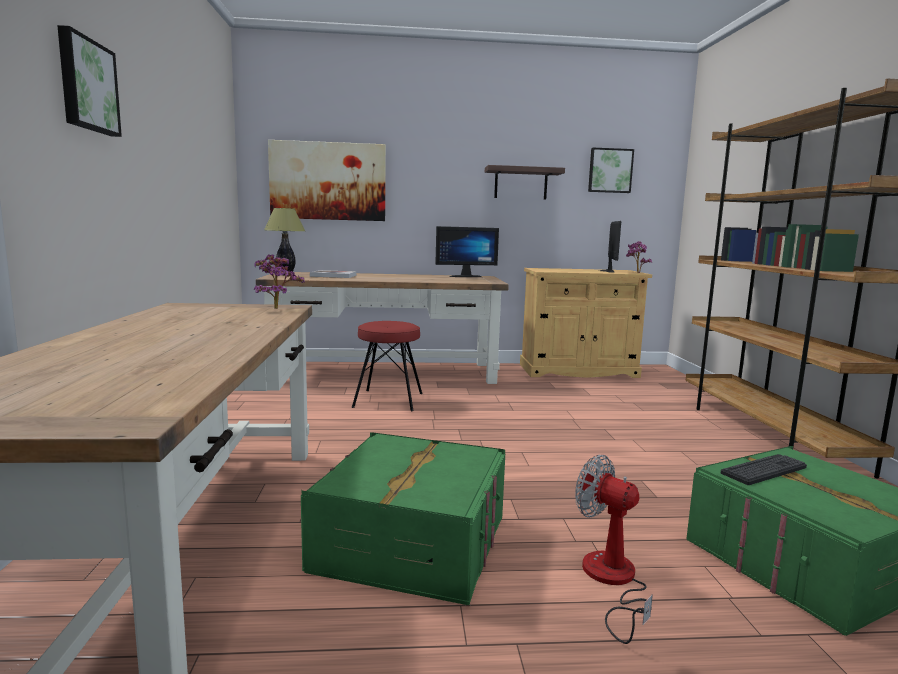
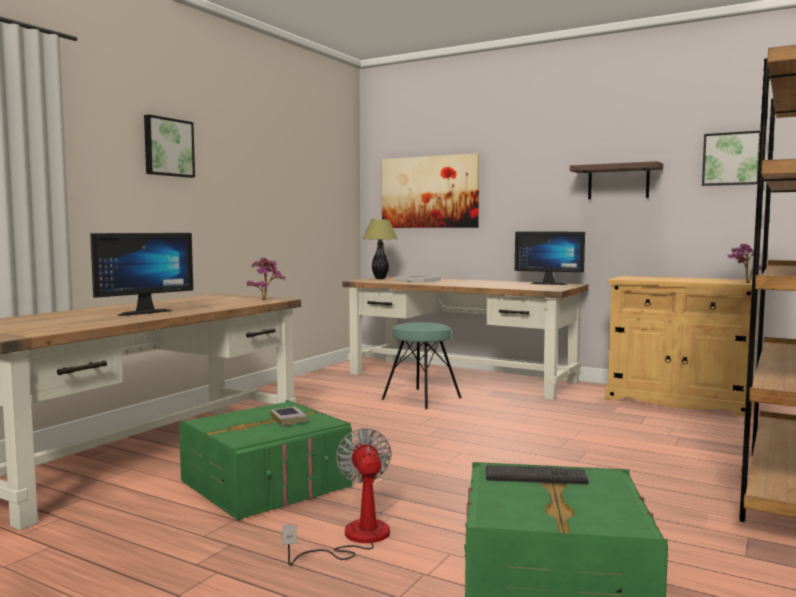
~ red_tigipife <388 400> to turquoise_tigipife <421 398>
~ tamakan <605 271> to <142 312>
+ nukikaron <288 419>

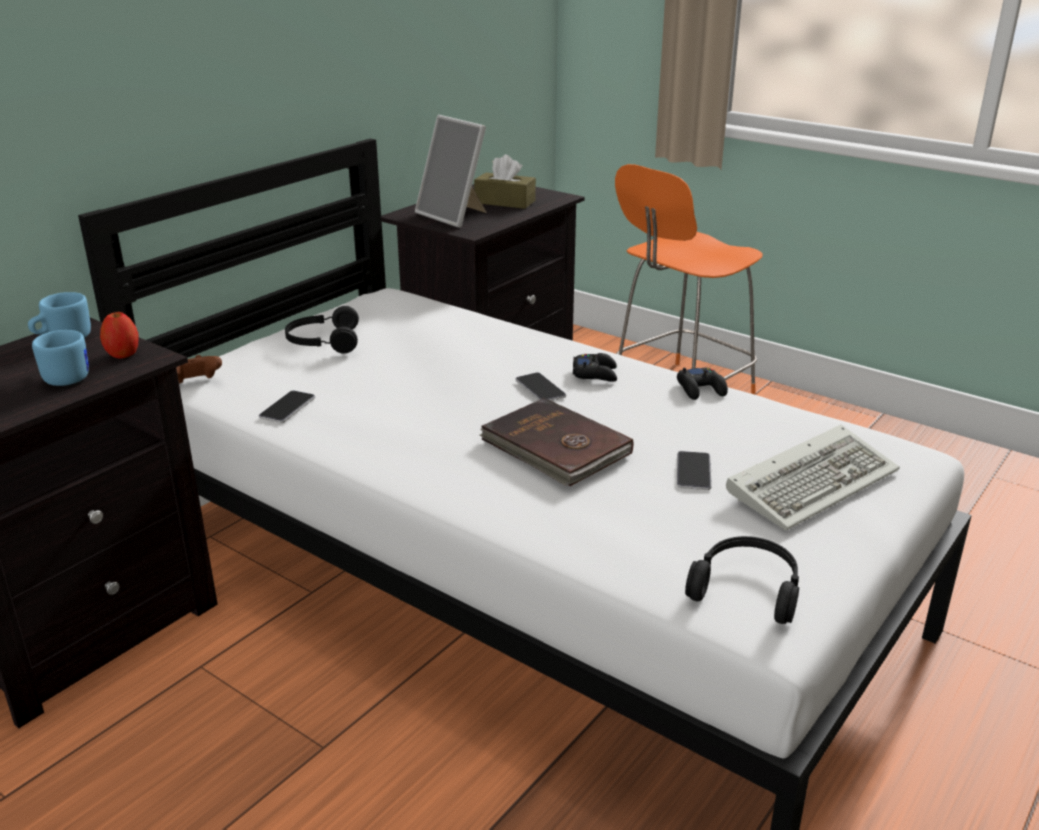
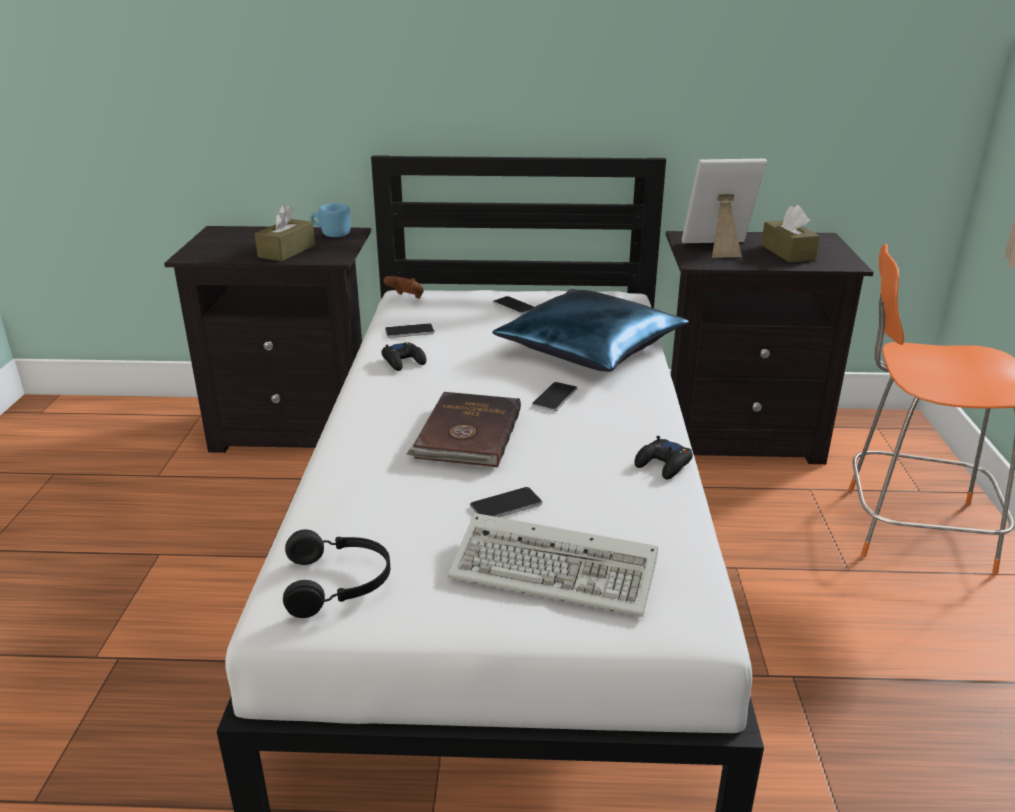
~ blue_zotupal <65 376> to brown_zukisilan <287 251>
- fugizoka <123 354>
~ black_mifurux <323 342> to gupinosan <514 306>
~ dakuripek <455 216> = <717 248> 75 degrees clockwise
~ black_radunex <595 373> to <404 361>
+ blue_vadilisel <588 347>

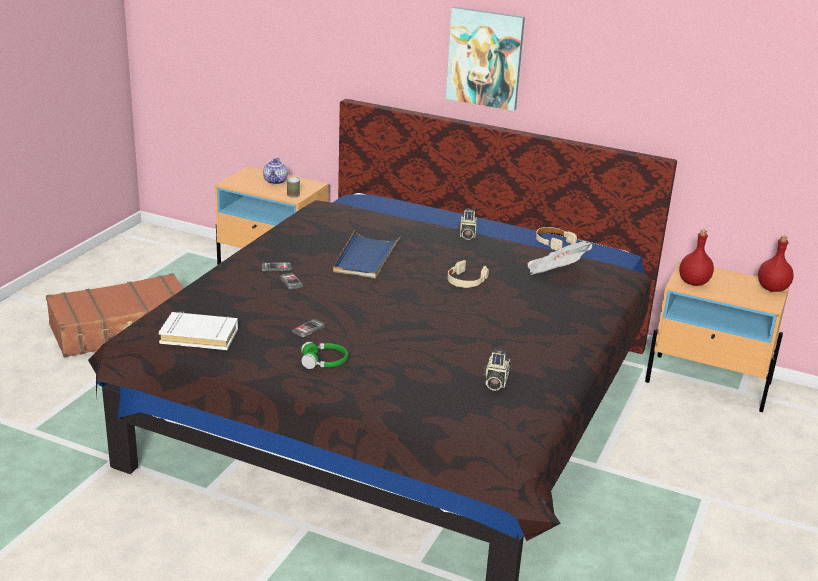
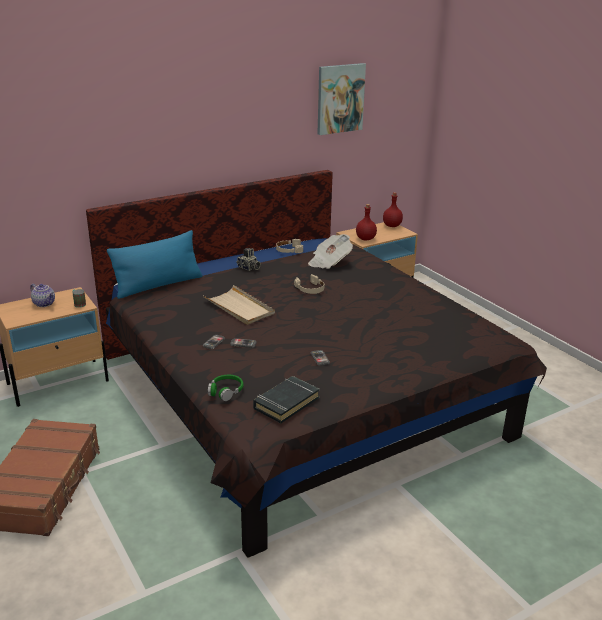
~ white_nukikaron <199 336> to black_nukikaron <286 403>
~ green_mifurux <324 362> to <226 391>
~ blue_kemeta <366 258> to beige_kemeta <239 308>
~ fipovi <485 58> to <340 98>
- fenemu <495 382>
+ blue_vadilisel <158 285>

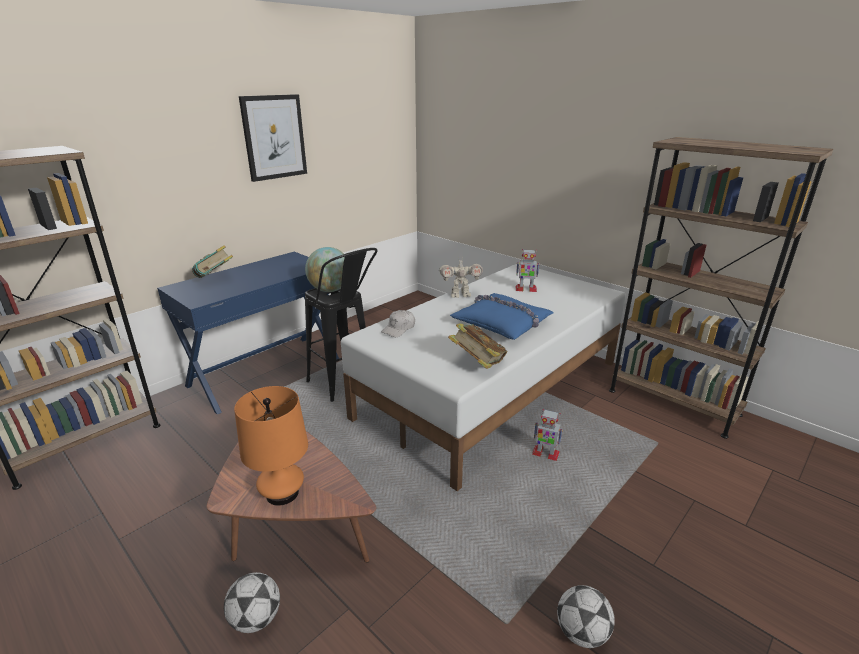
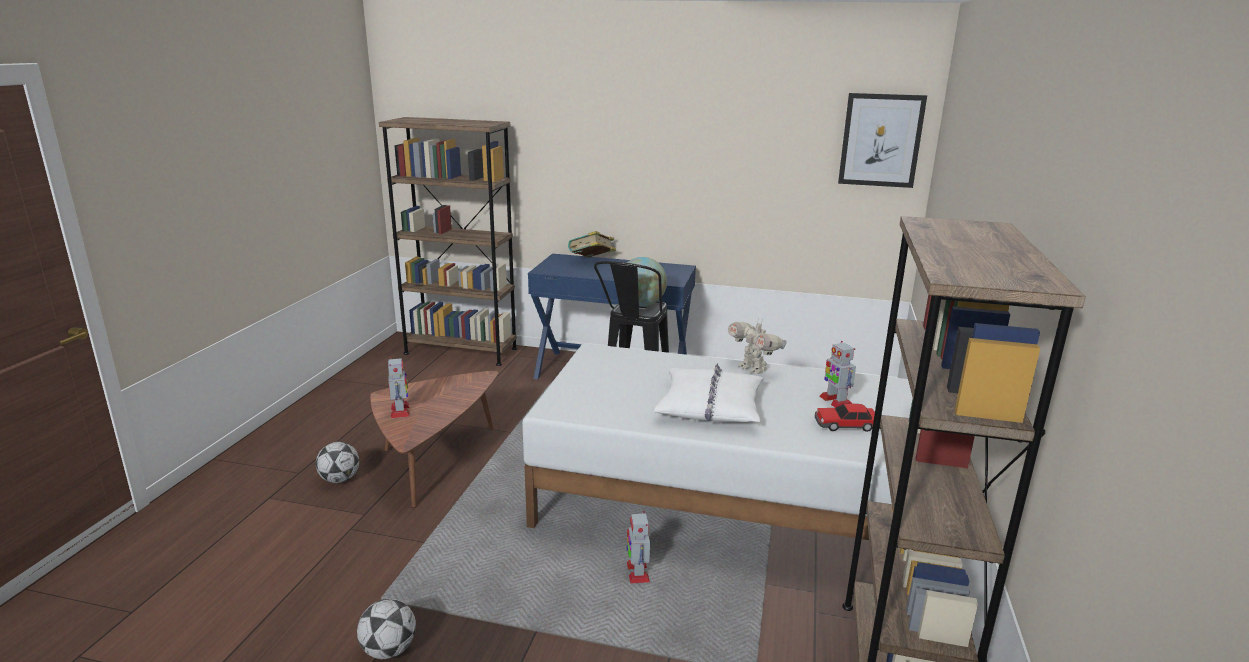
~ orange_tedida <282 493> to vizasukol <400 411>
~ fipovi <274 137> to <881 140>
- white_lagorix <399 329>
- nukikaron <477 363>
~ blue_vadilisel <502 323> to white_vadilisel <710 406>
+ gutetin <845 425>

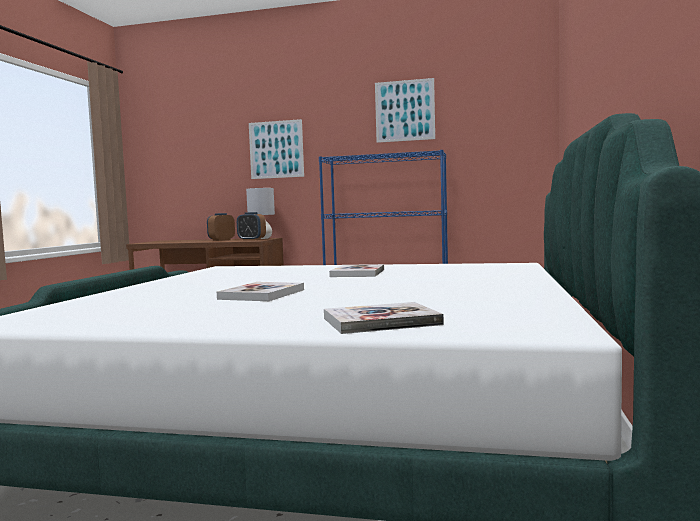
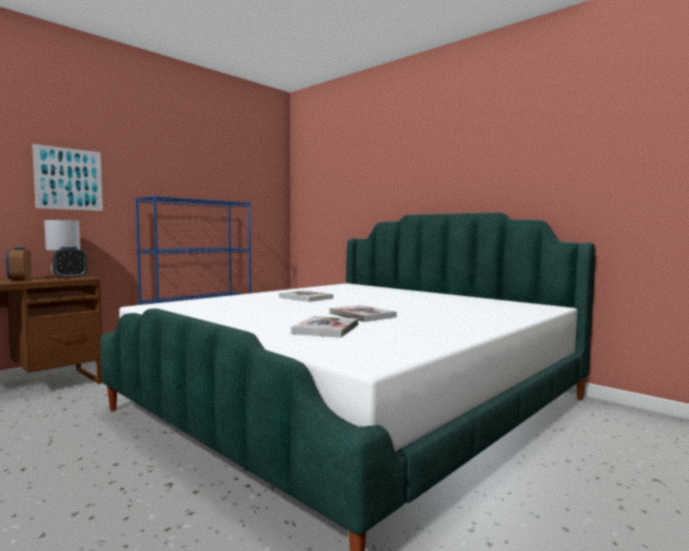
~ nukikaron <381 321> to <326 329>
- fipovi <404 110>

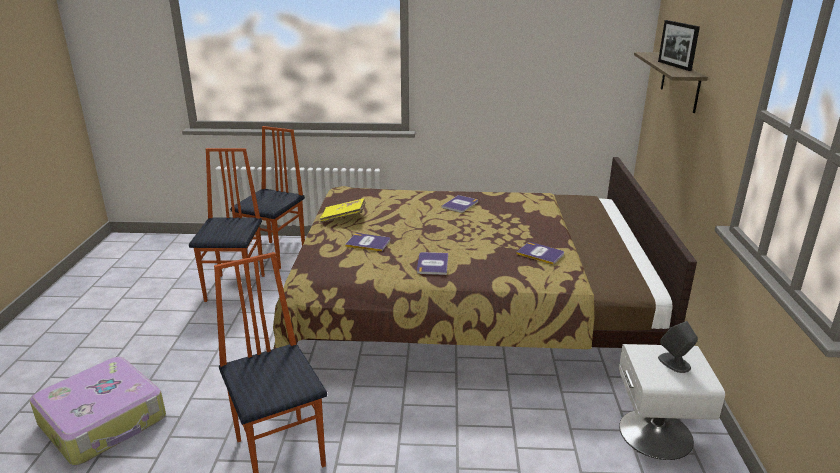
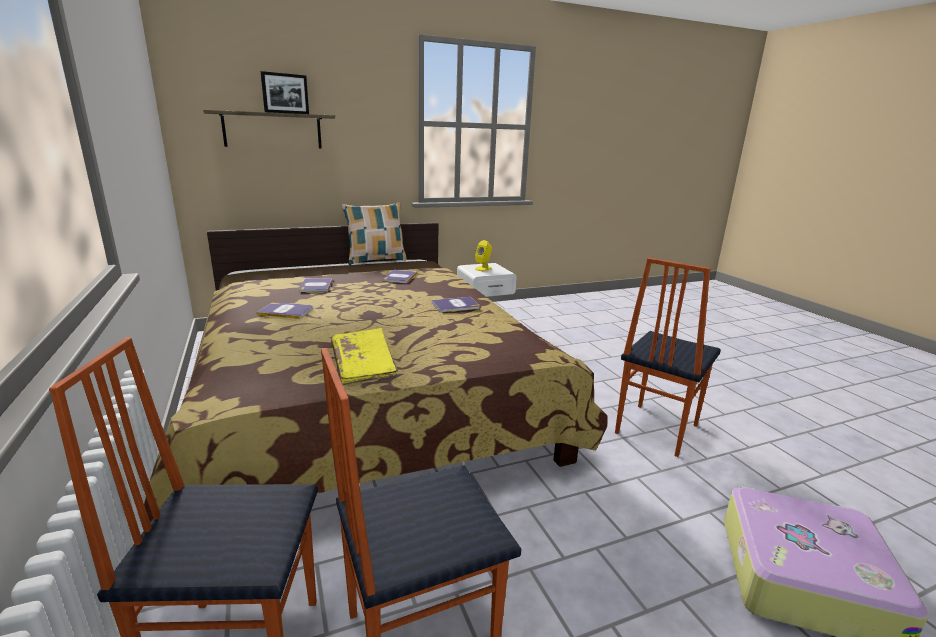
~ nukikaron <368 243> to <316 286>
~ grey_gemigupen <674 363> to yellow_gemigupen <483 268>
+ vadilisel <376 260>

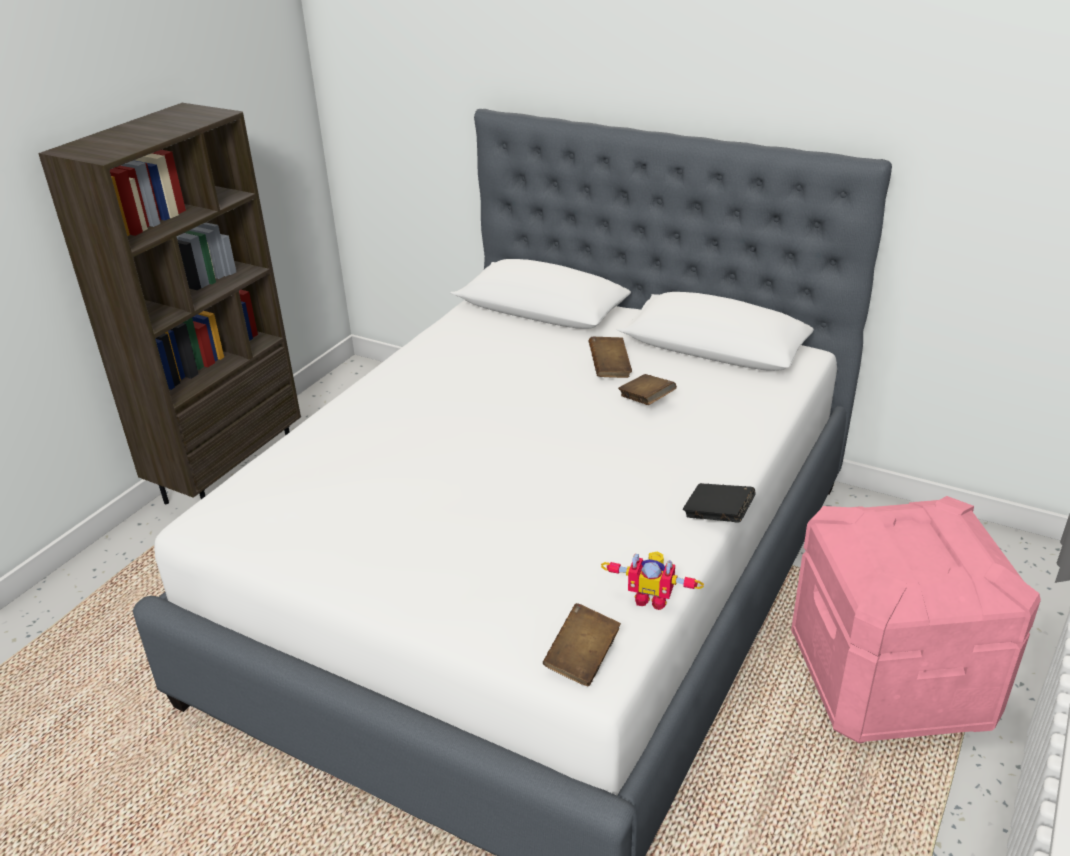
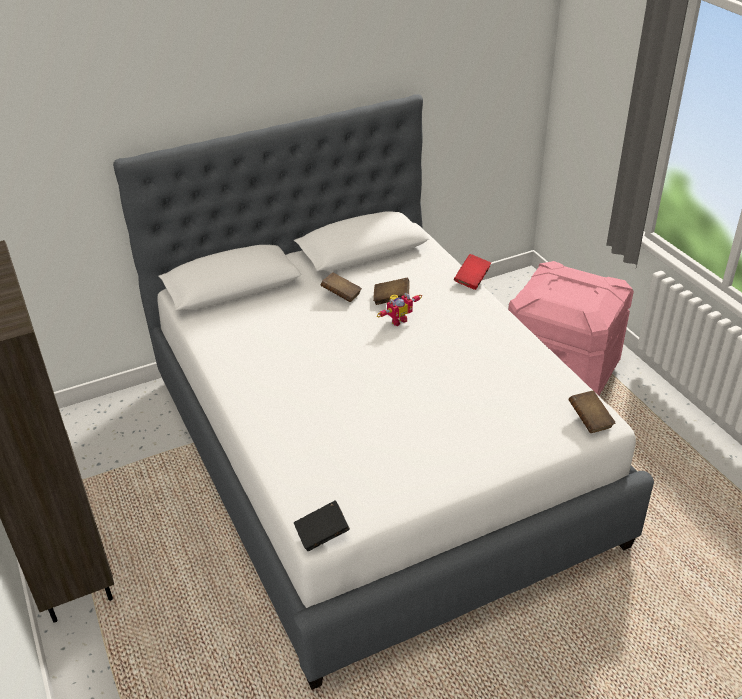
~ vizasukol <651 598> to <397 320>
~ black_nukikaron <718 515> to <322 534>
+ red_nukikaron <472 279>

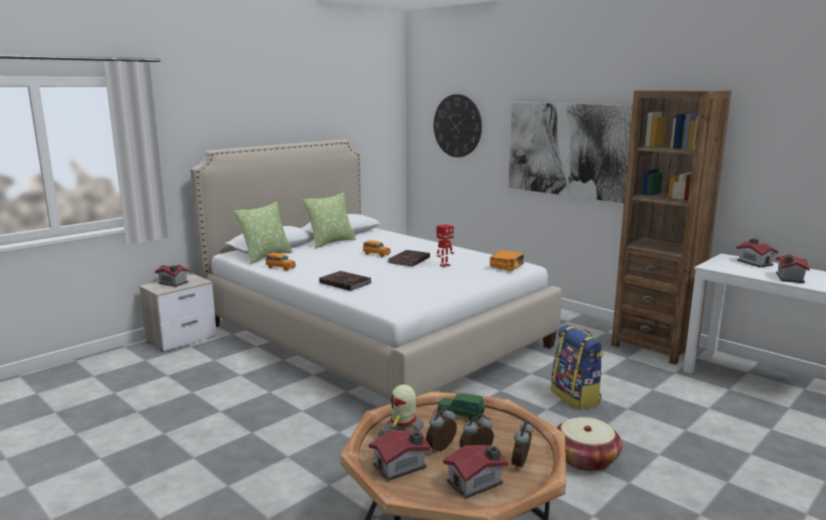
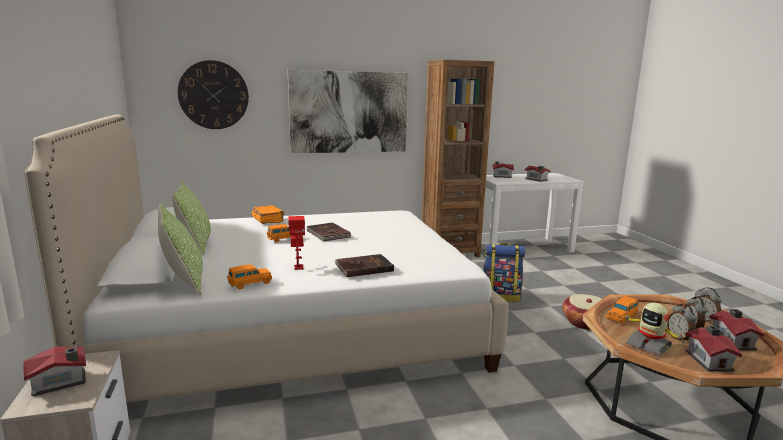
~ vizasukol <444 265> to <298 267>
~ green_gutetin <461 415> to orange_gutetin <622 317>
~ orange_nukikaron <507 267> to <268 221>

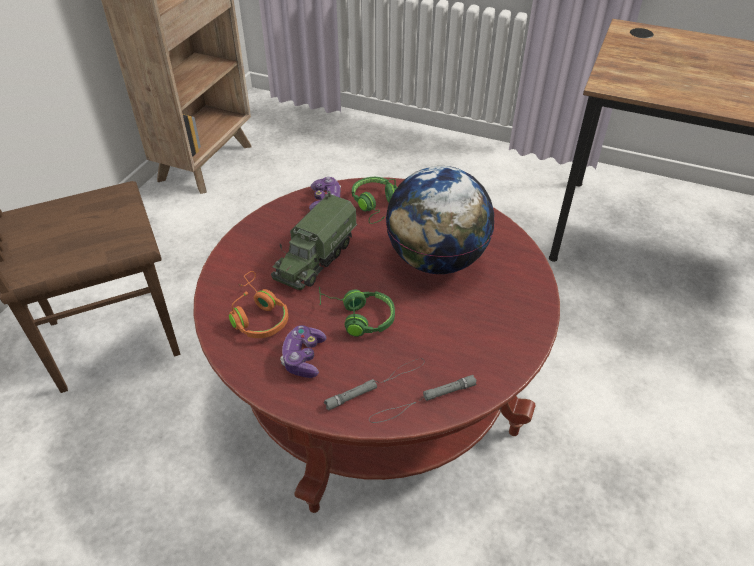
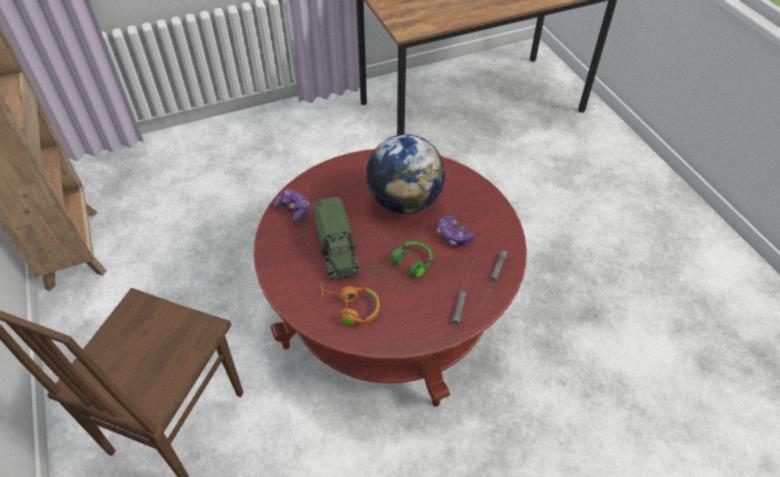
~ radunex <303 358> to <453 236>
- green_mifurux <375 205>

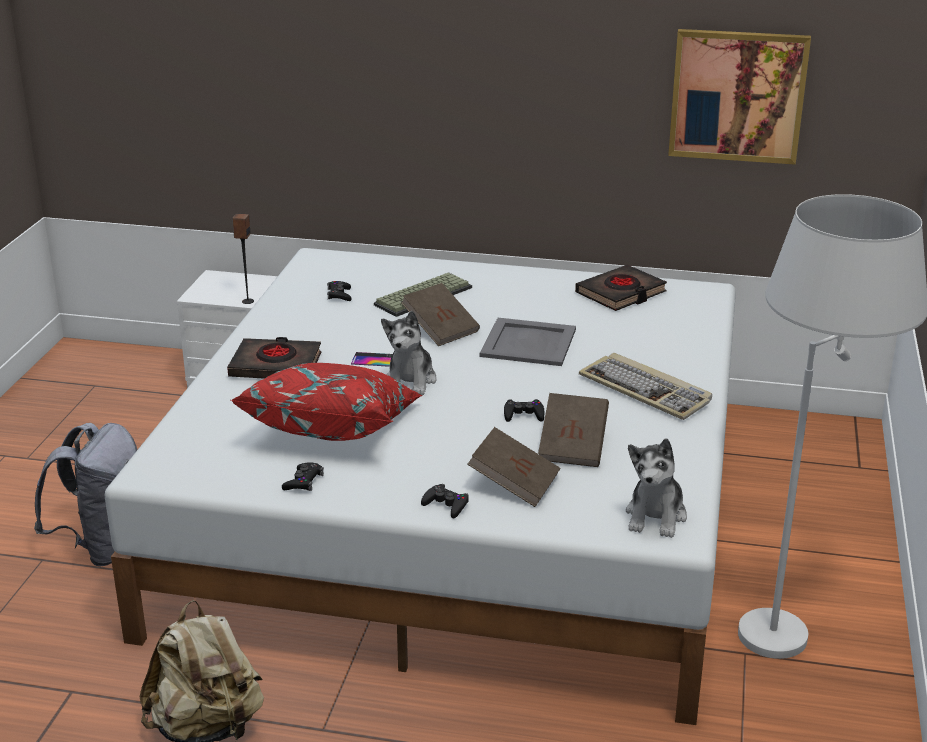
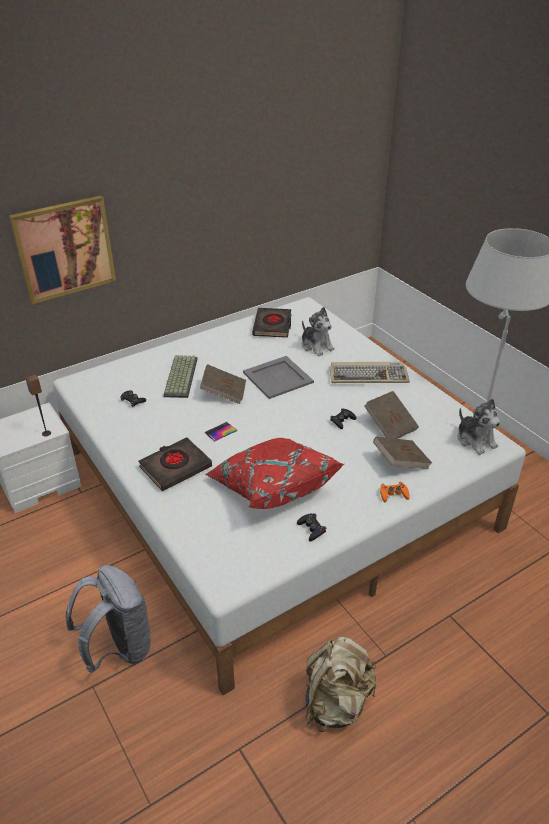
~ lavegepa <411 381> to <316 346>
~ black_radunex <446 505> to orange_radunex <393 494>
~ fipovi <737 96> to <64 249>

